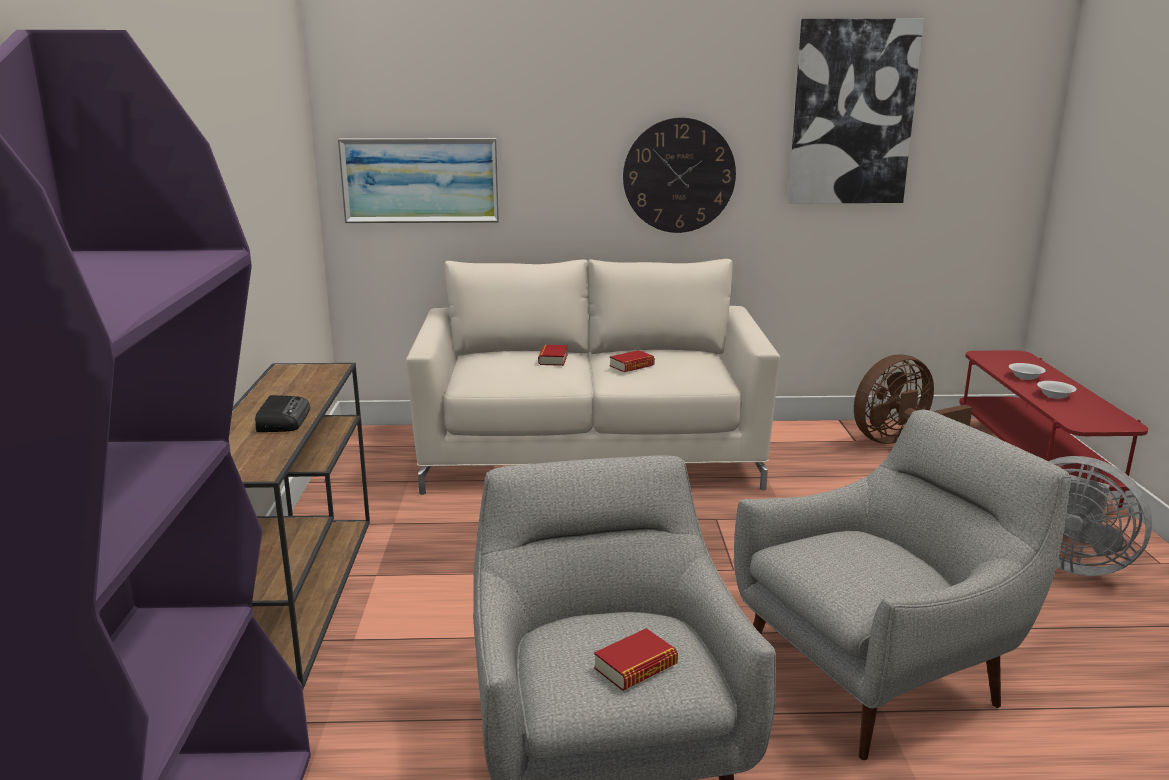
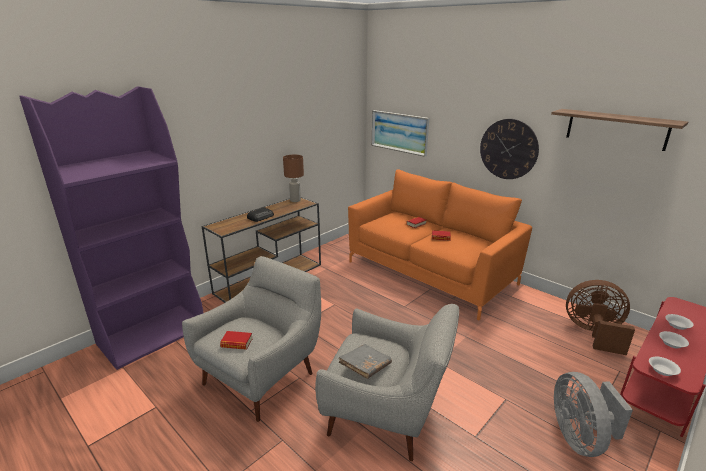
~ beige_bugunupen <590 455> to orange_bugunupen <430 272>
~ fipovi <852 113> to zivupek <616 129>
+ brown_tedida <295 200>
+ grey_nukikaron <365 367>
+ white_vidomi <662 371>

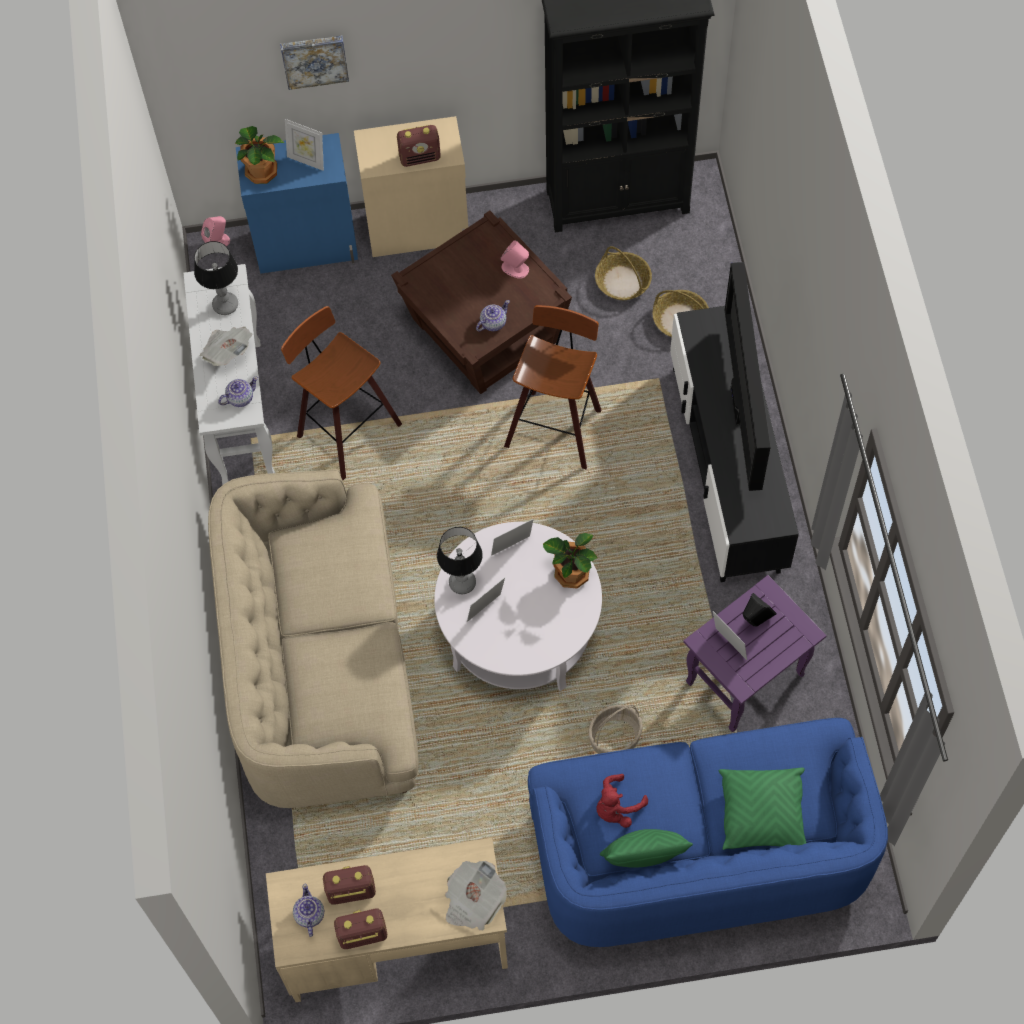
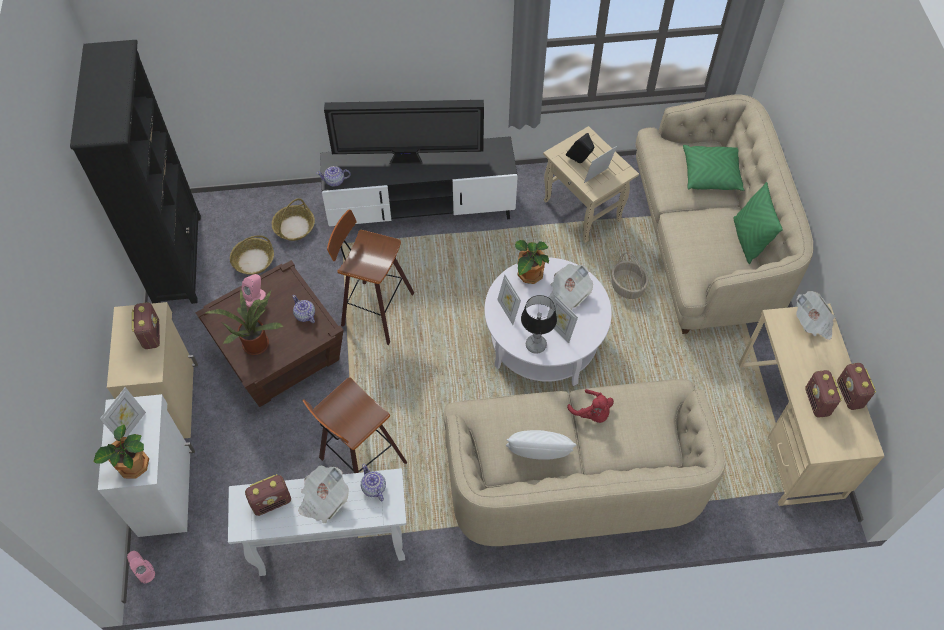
~ tedida <226 305> to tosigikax <272 502>
~ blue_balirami <307 246> to white_balirami <166 491>
- fipovi <314 60>
~ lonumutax <309 915> to <335 181>
~ blue_bugunupen <699 851> to beige_bugunupen <705 244>
~ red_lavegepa <616 808> to <592 413>
~ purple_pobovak <744 681> to beige_pobovak <584 211>
+ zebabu <256 342>
+ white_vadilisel <538 456>
+ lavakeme <567 294>

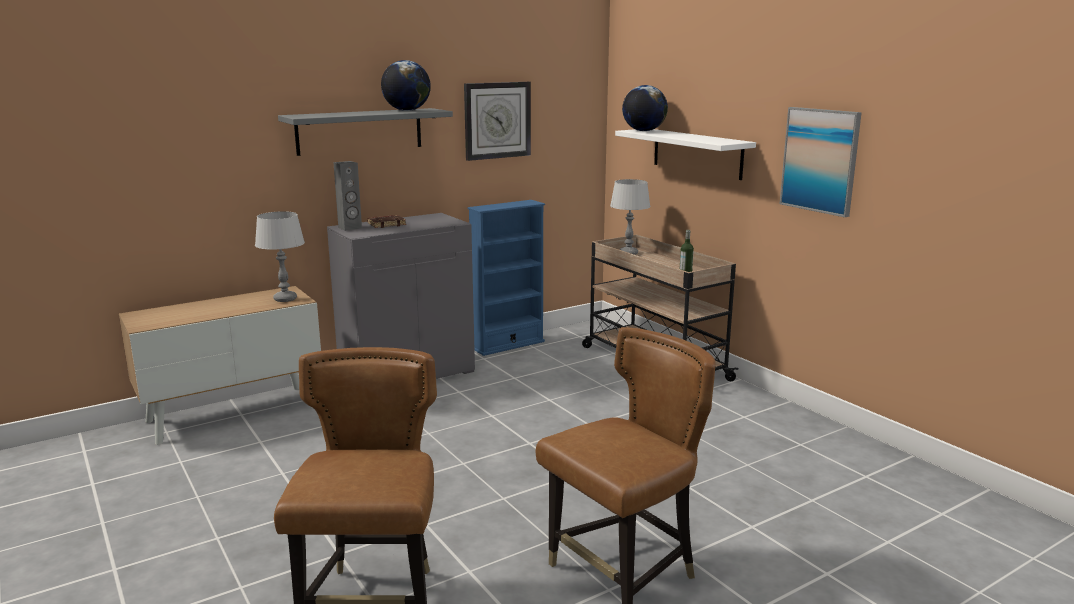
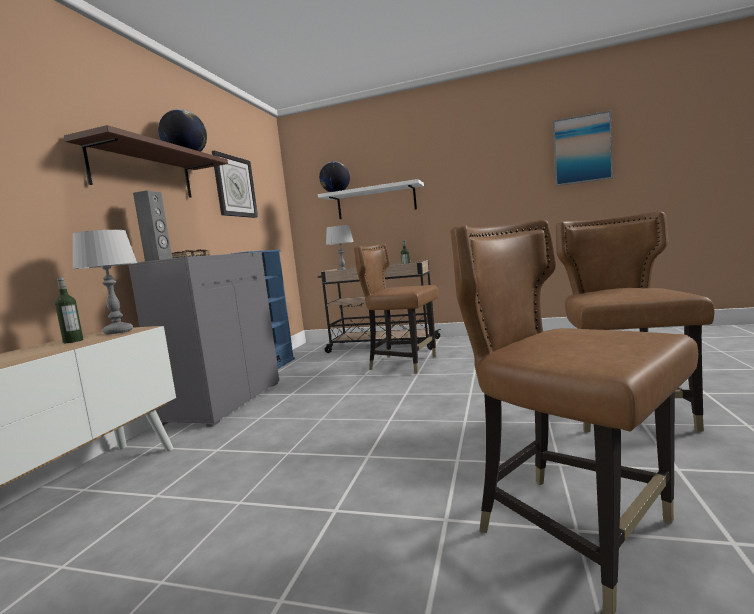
~ grey_zivupek <360 131> to brown_zivupek <143 172>
~ fipovi <820 160> to <582 149>
+ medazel <73 341>
+ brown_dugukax <403 363>

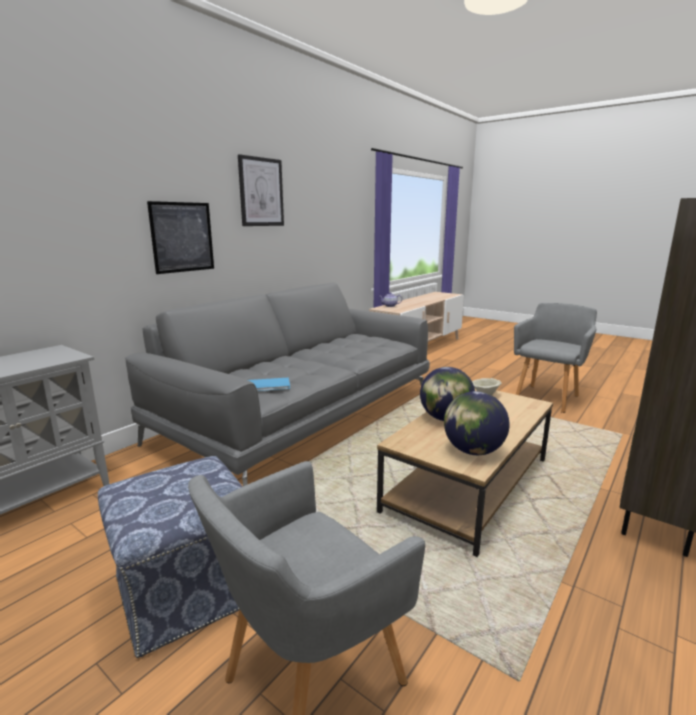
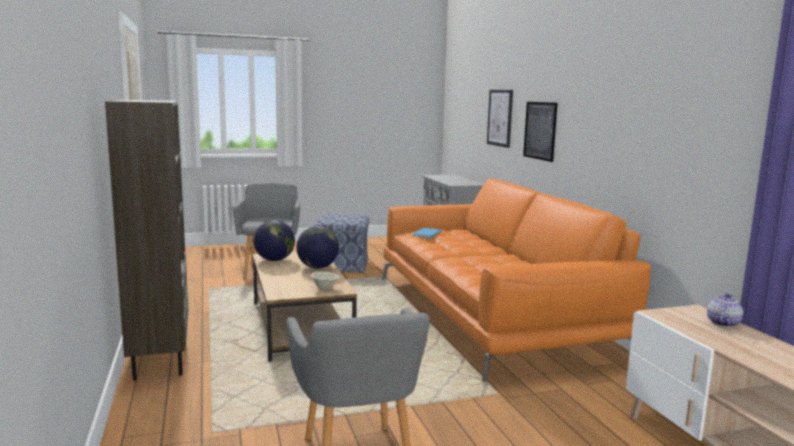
~ grey_bugunupen <303 416> to orange_bugunupen <490 315>
~ fipovi <261 192> to <500 118>

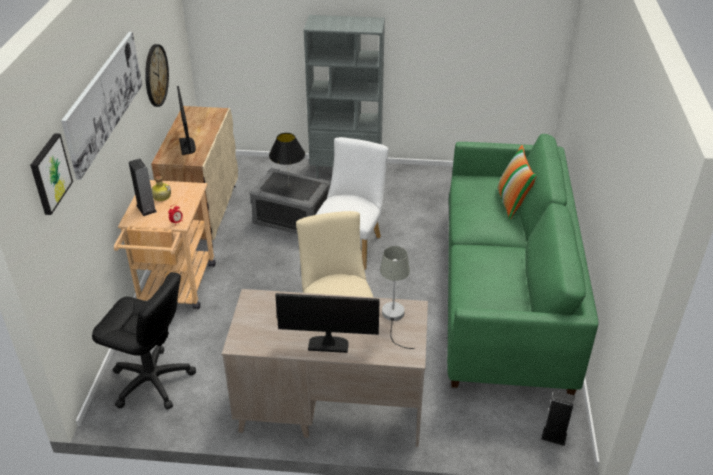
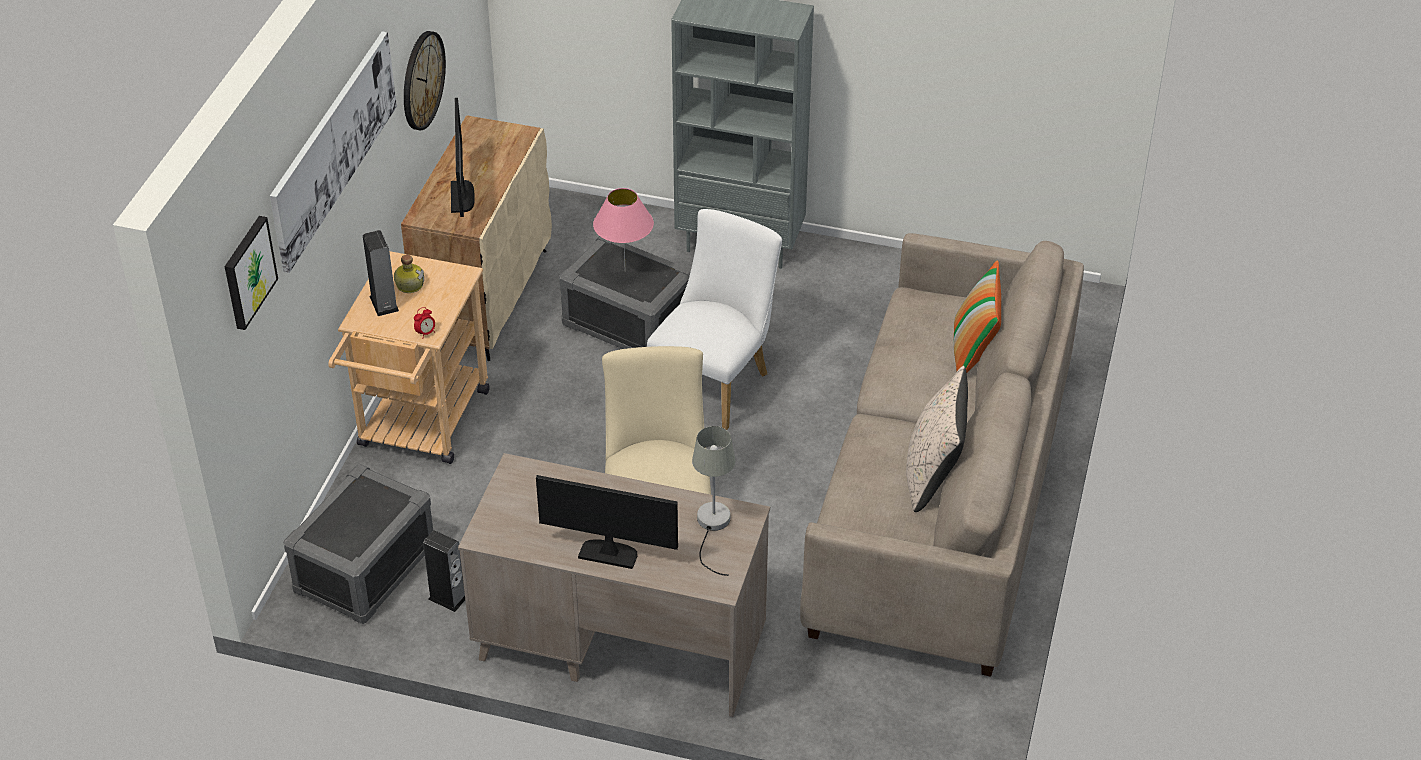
~ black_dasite <152 381> to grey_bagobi <365 569>
~ black_tedida <289 186> to pink_tedida <625 271>
~ green_bugunupen <505 295> to beige_bugunupen <941 501>
~ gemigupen <554 436> to <447 598>
+ beige_vadilisel <933 475>

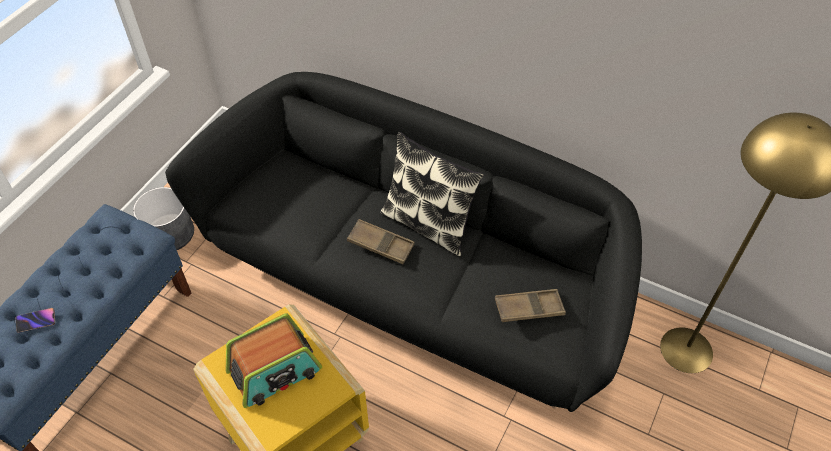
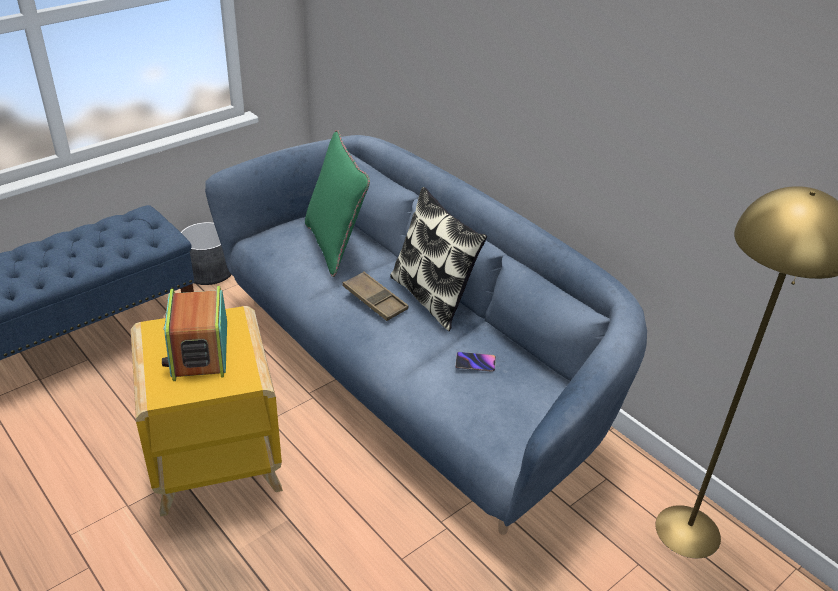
~ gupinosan <36 321> to <475 363>
~ black_bugunupen <414 282> to blue_bugunupen <413 375>
~ tosigikax <275 371> = <199 350> 90 degrees clockwise
- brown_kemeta <529 308>
+ green_vadilisel <335 246>

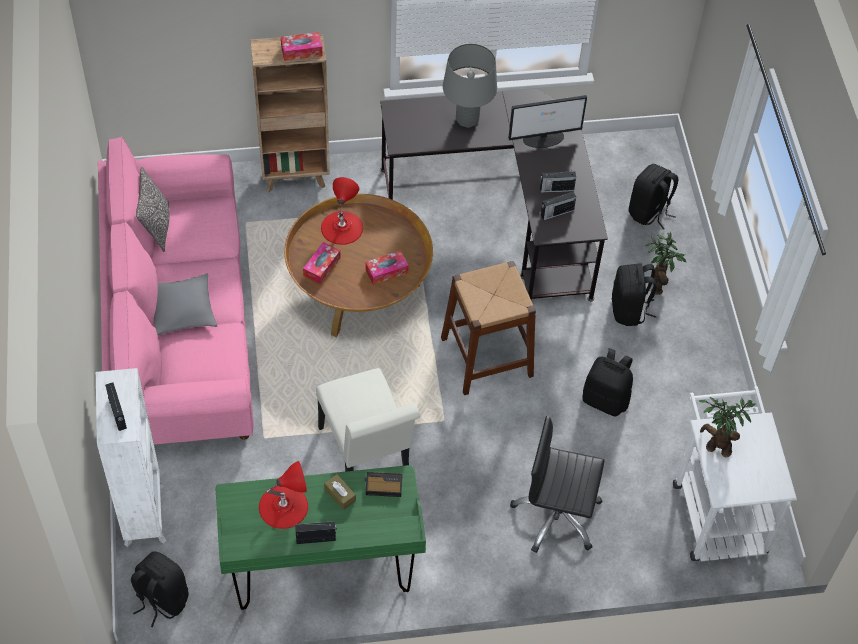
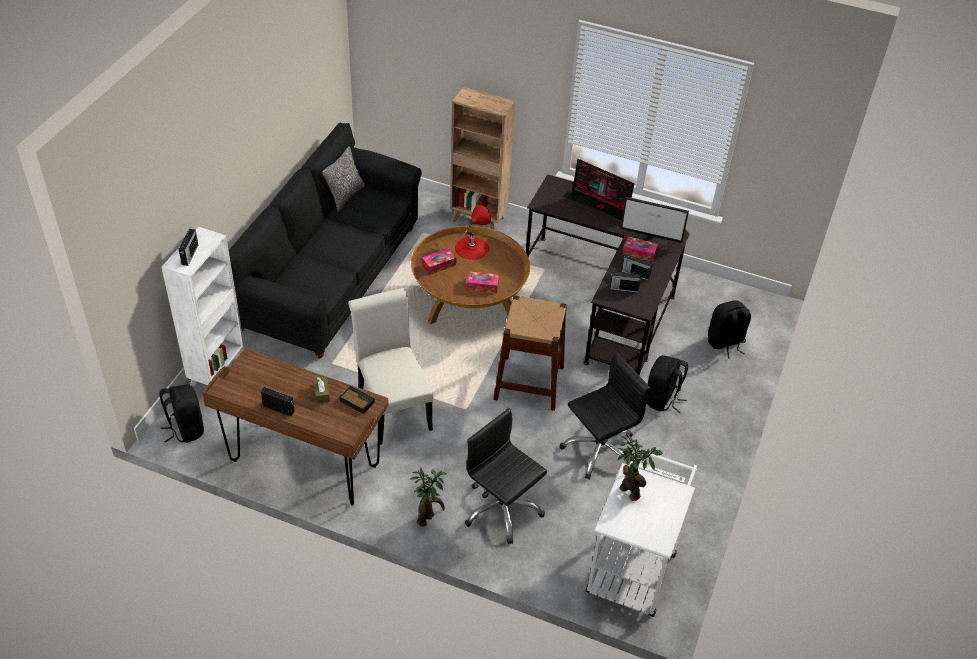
~ pink_bugunupen <181 332> to black_bugunupen <329 278>
- grey_vadilisel <182 310>
~ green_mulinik <322 572> to brown_mulinik <304 464>
- red_tedida <283 506>
~ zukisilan <301 51> to <639 253>
~ white_dugukax <366 457> = <392 407> 150 degrees clockwise
~ grey_tedida <467 119> to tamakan <601 207>
~ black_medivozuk <606 399> to black_dasite <599 450>
~ zebabu <657 284> to <428 517>

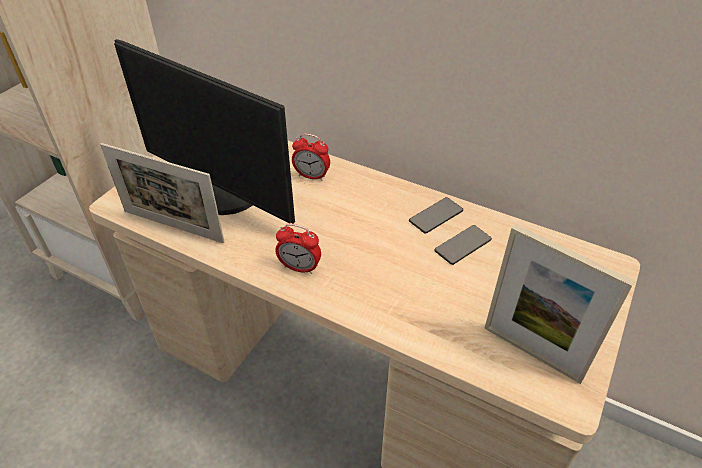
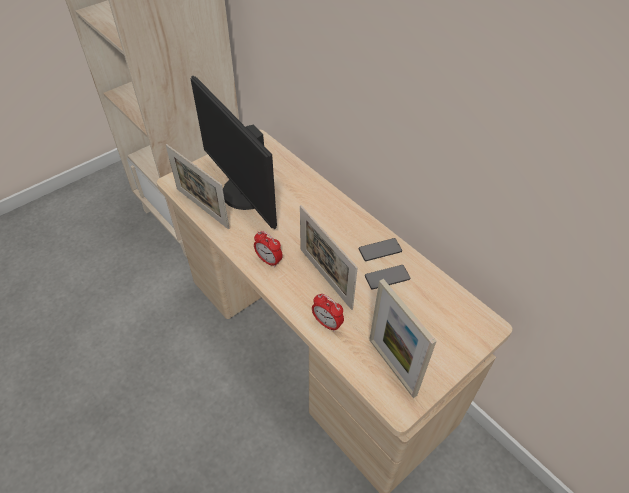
~ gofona <312 176> to <327 323>
+ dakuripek <325 278>

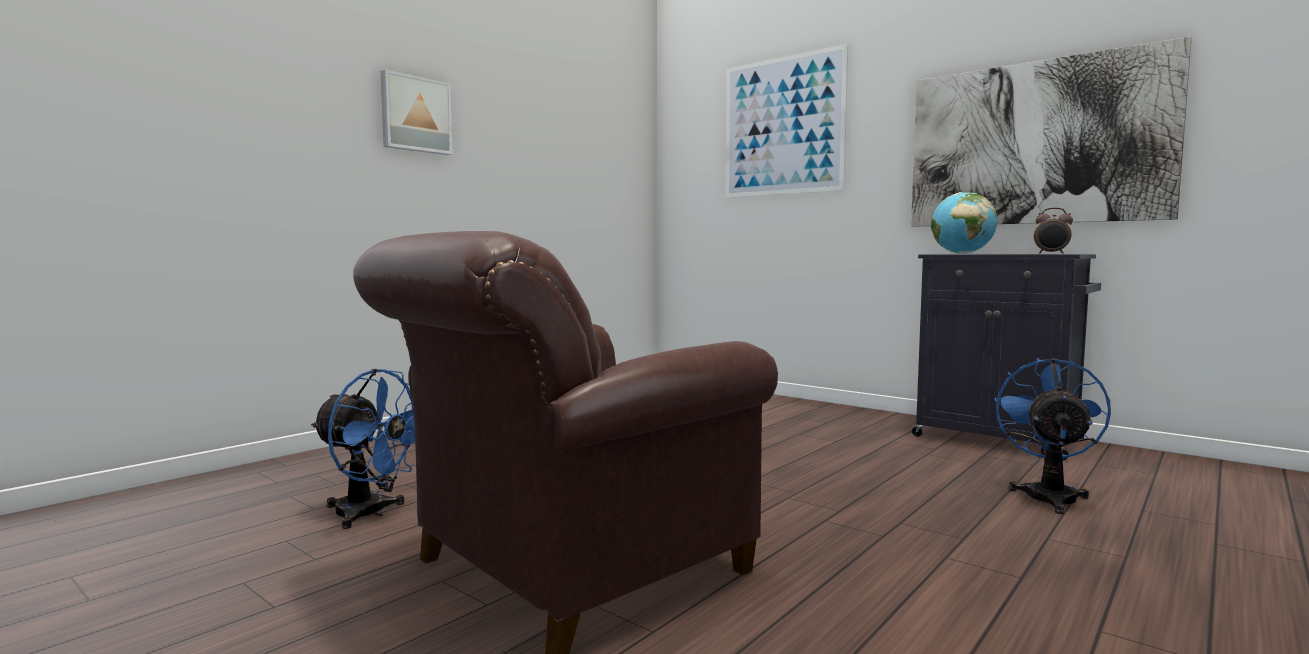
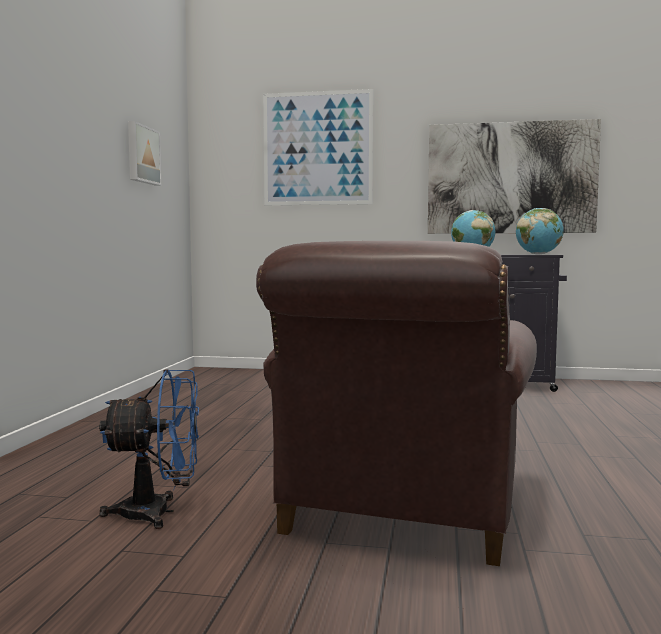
~ fipovi <415 115> to <142 154>
- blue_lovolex <1048 495>
~ gofona <1051 253> to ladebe <538 254>

